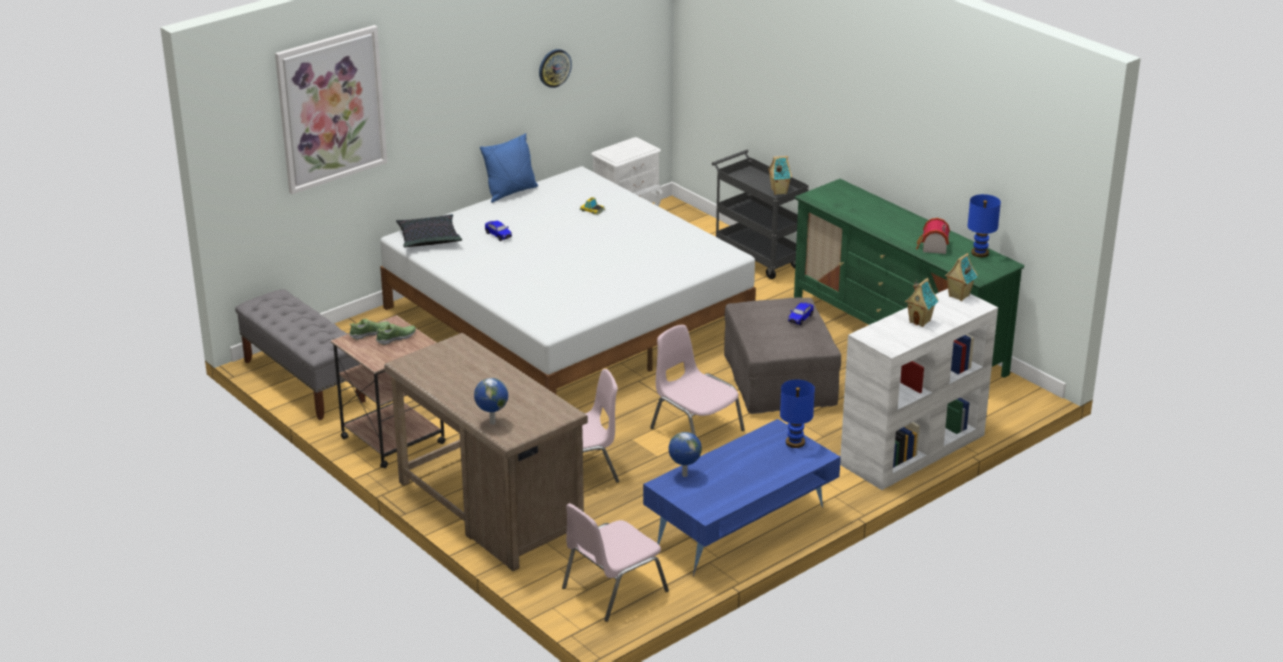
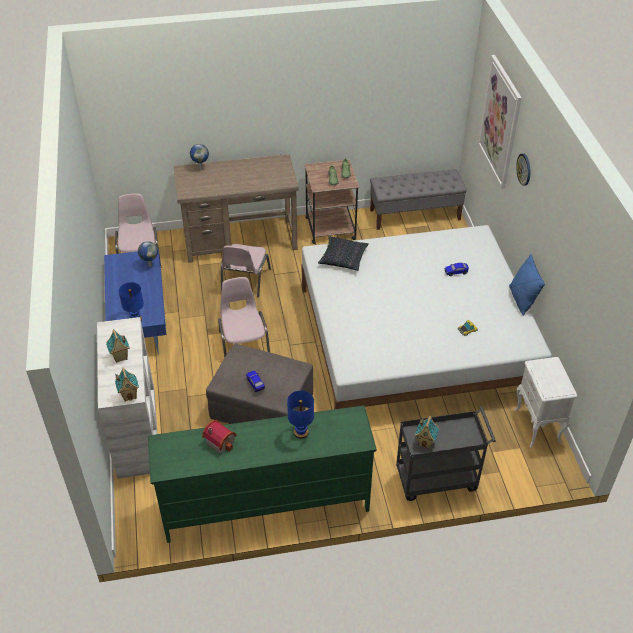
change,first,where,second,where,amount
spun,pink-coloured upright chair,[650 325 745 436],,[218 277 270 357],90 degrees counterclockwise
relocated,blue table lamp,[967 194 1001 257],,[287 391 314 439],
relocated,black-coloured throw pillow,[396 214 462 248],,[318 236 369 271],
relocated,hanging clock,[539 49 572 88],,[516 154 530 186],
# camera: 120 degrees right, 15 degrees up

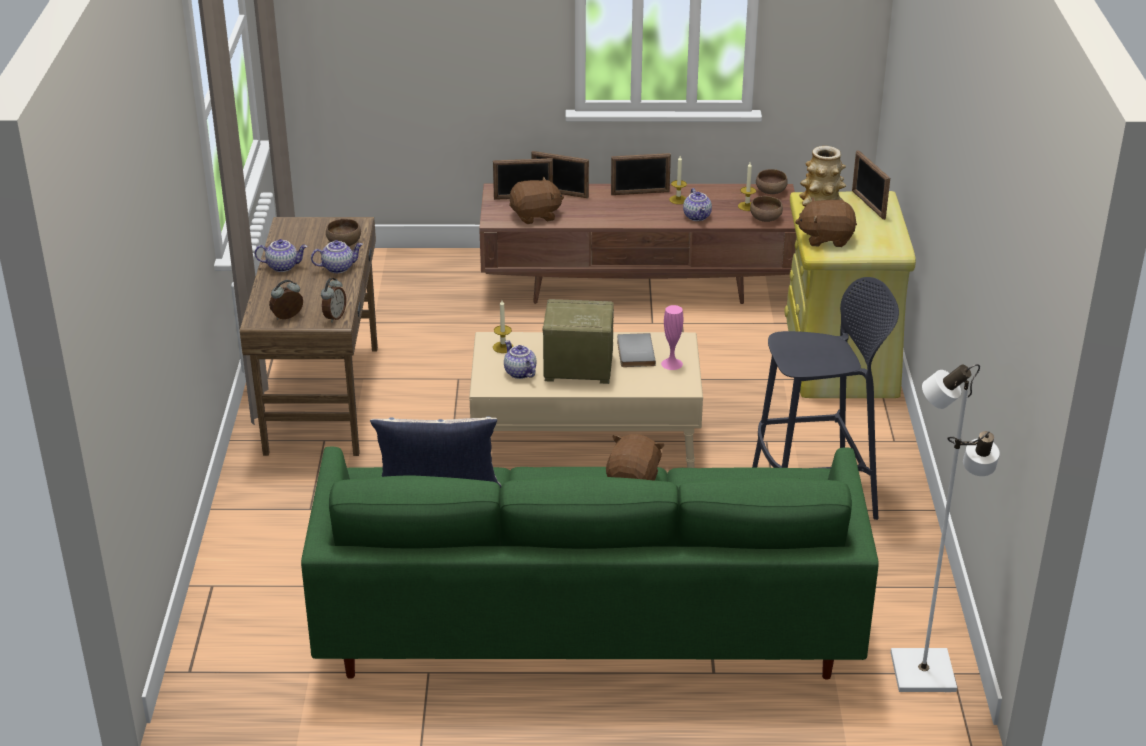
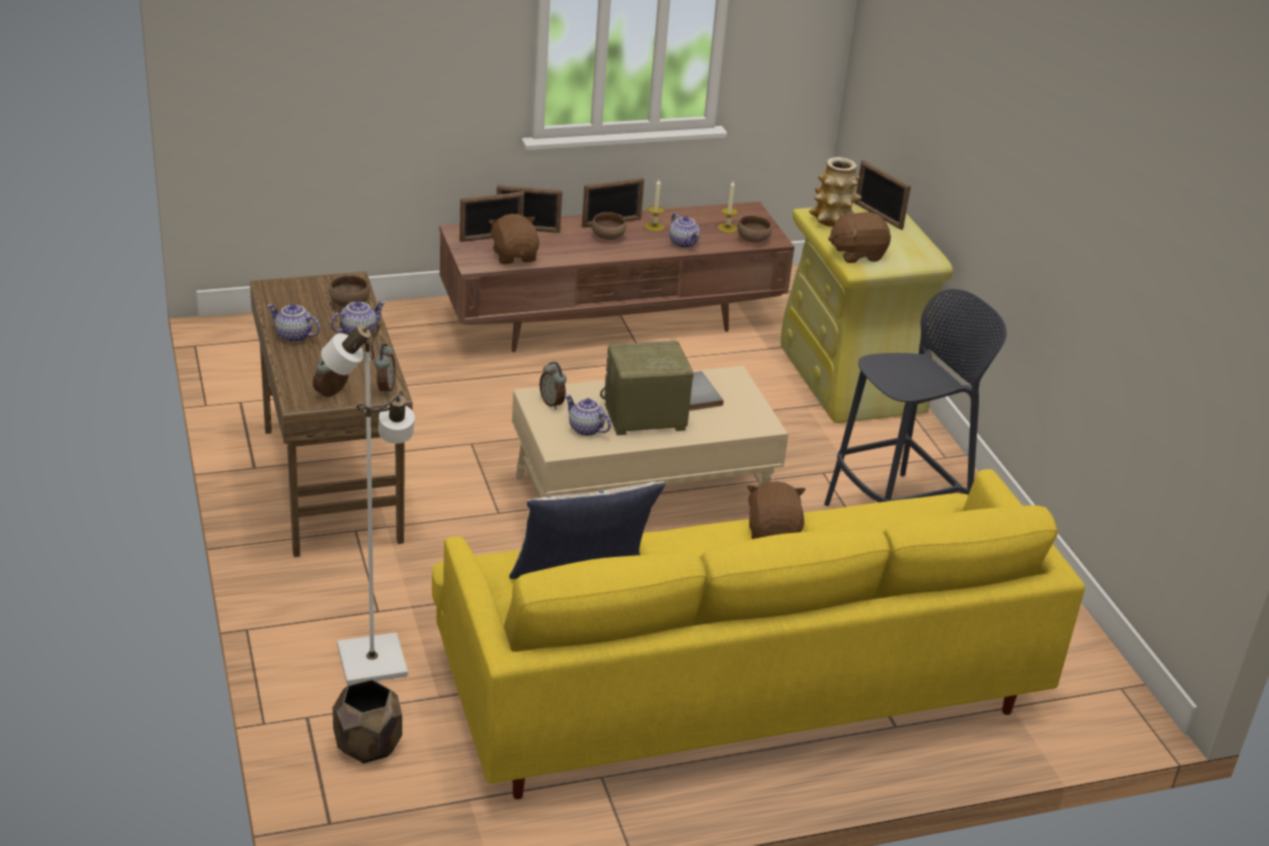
change,first,where,second,where,amount
spun,pot for tea,[255 239 308 272],,[267 304 320 342],135 degrees counterclockwise
relocated,white standard lamp,[891 364 1000 692],,[321 323 415 685],
appeared,,,brownish plant pot,[333 679 402 764],
colour,greenish sofa,[301 447 879 679],yellow-coloured sofa,[432 469 1085 799],
spun,brownish soft toy,[509 177 564 224],,[489 214 539 264],75 degrees counterclockwise
exchanged,wax candle,[493 300 513 353],alarm clock,[540 362 567 409],
relocated,brownish deep dish,[756 169 788 194],,[592 212 626 240],
missing,pink-coloured decorative vase,[661 305 683 370],,,
# camera: 20 degrees left, 0 degrees up

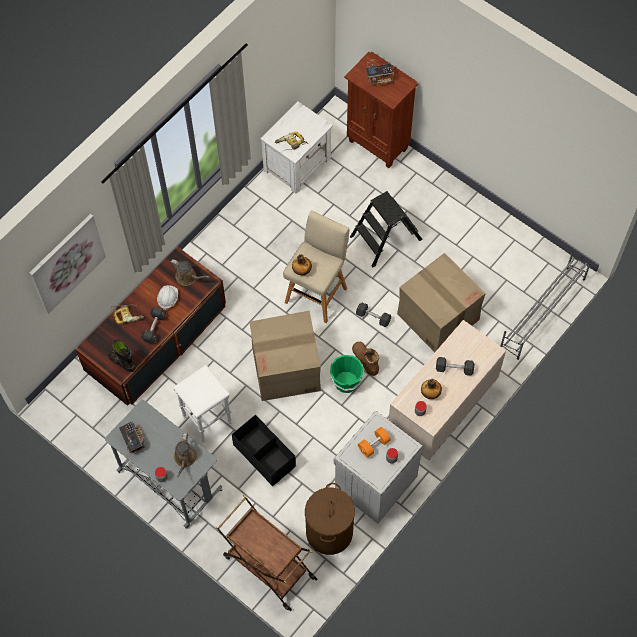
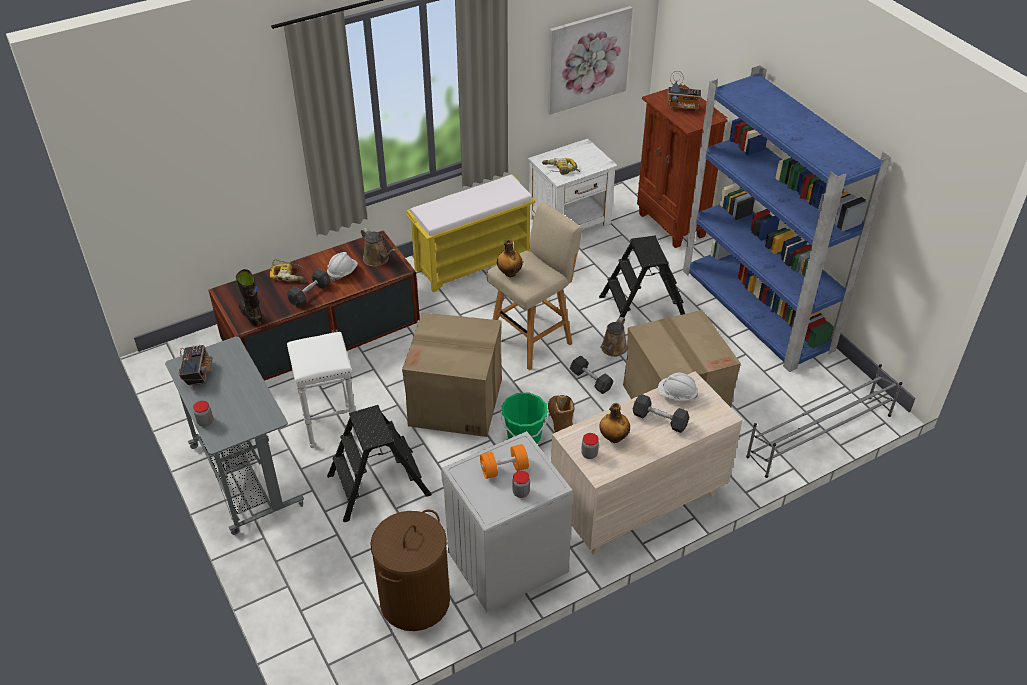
change,first,where,second,where,amount
exchanged,black-coloured storage box,[232 414 296 486],black-coloured step stool,[327 405 432 522],
appeared,,,yellow-coloured long seat,[406 175 536 292],
relocated,wall art,[29 214 106 314],,[548 6 633 115],
relocated,brownish watering pot,[174 433 197 478],,[600 317 628 357],
appeared,,,white hard hat,[658 373 698 401],
appeared,,,blue bookcase,[683 65 891 372],
missing,brownish cart,[215 495 317 611],,,
# camera: 20 degrees right, 20 degrees down

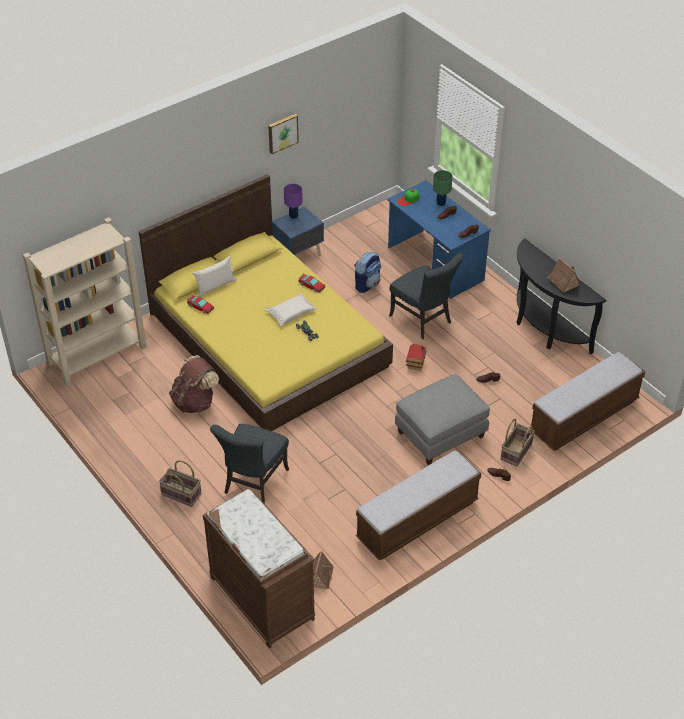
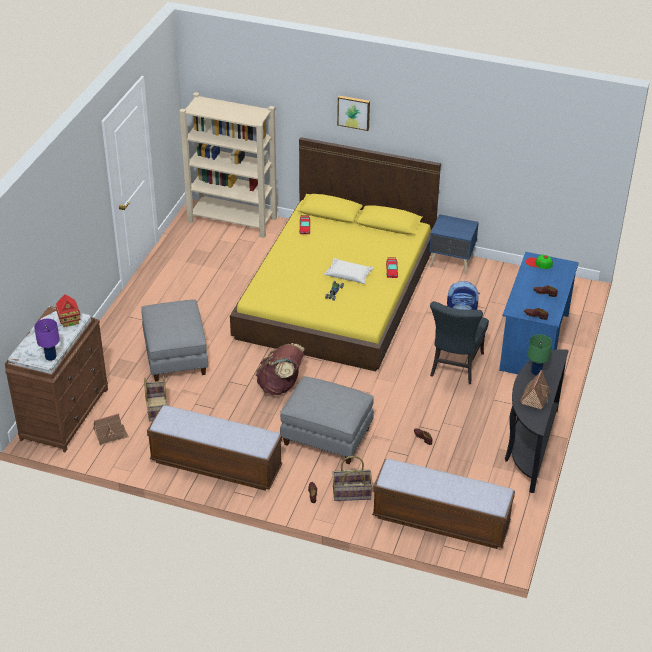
change,first,where,second,where,amount
relocated,purple-coloured table lamp,[284 184 302 219],,[34 319 60 361],
relocated,model house,[406 344 426 371],,[56 294 80 327],
exchanged,greyish upright chair,[210 424 289 504],greyish footrest,[141 299 208 382],
relocated,household basket,[159 460 202 507],,[144 376 167 421],
relocated,brownish knapsack,[169 355 219 413],,[256 343 305 395],
relocated,wall art,[268 114 299 154],,[337 96 370 131],
relocated,greenish table lamp,[433 170 452 206],,[528 334 552 375],
missing,white throw pillow,[192 256 236 297],,,
# camera: 55 degrees right, 5 degrees down

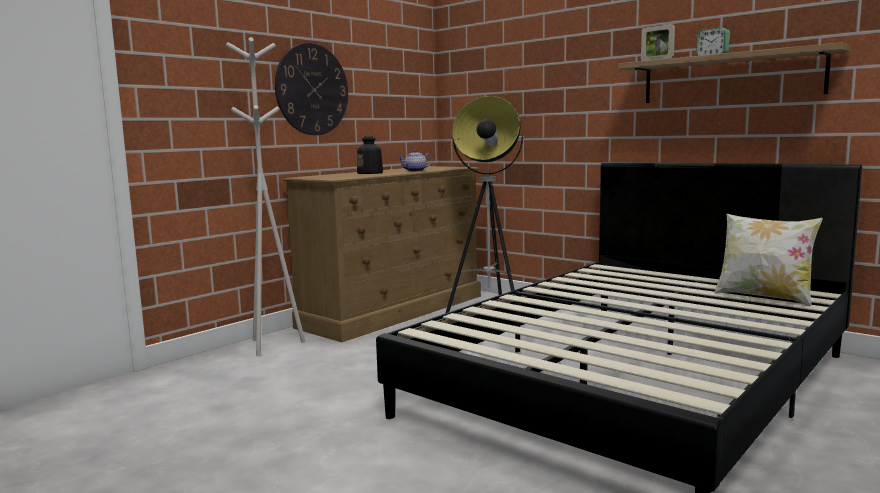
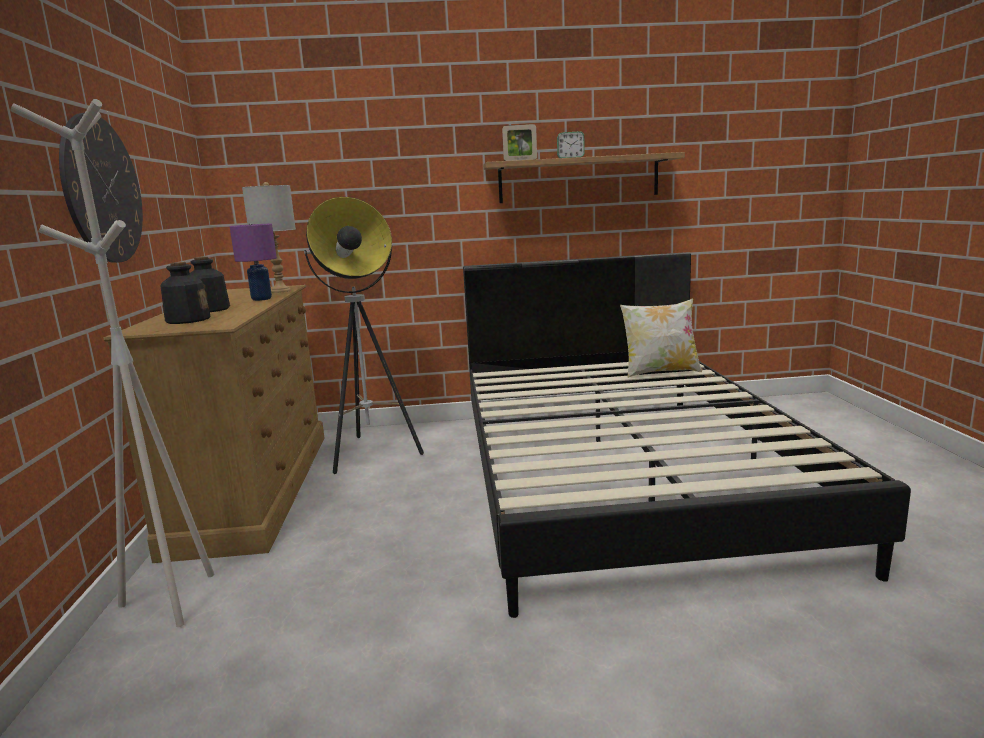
change,first,where,second,where,amount
appeared,,,drink bottle,[160 262 211 324],
exchanged,pot for tea,[398 150 433 172],purple-coloured table lamp,[230 223 277 301],
appeared,,,greyish table lamp,[242 182 296 293],
# camera: 45 degrees left, 5 degrees up

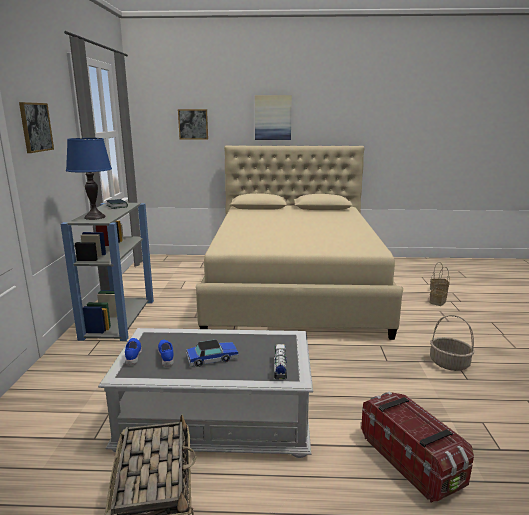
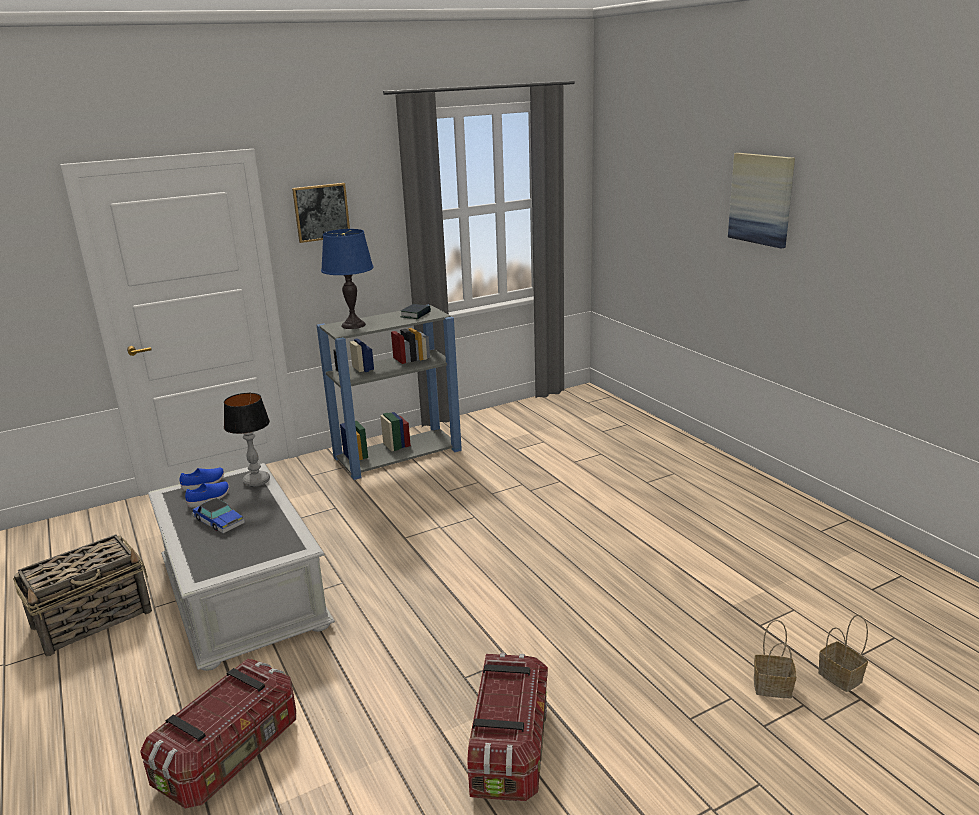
change,first,where,second,where,amount
appeared,,,table lamp,[224 393 270 487],
exchanged,household basket,[430 315 474 371],storage box,[467 653 548 801],
missing,wall art,[178 109 208 140],,,
missing,sand-coloured sleeping bed,[196 145 403 340],,,
missing,model truck,[274 344 287 379],,,
# camera: 60 degrees right, 5 degrees up

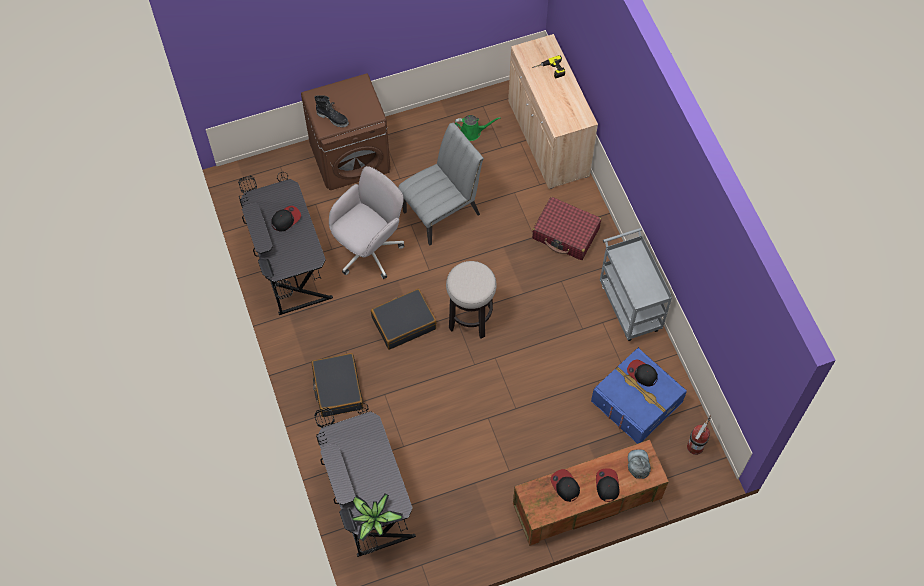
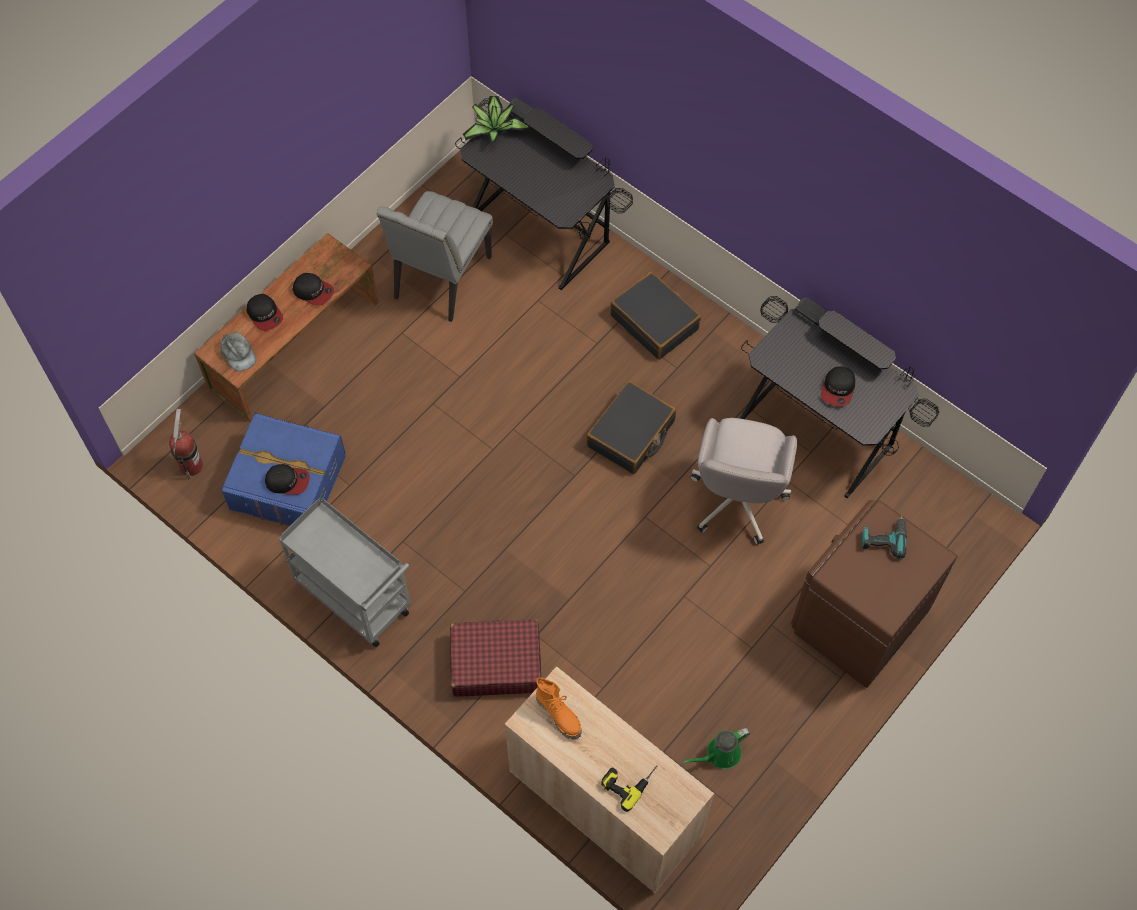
change,first,where,second,where,amount
relocated,greyish upright chair,[398 123 484 245],,[377 191 493 322],
appeared,,,orange high-top boot,[536 678 582 740],
exchanged,black-coloured high-top boot,[314 95 349 128],power drill,[862 516 907 558],
missing,stool seat,[446 261 497 339],,,
# camera: 150 degrees right, 0 degrees up

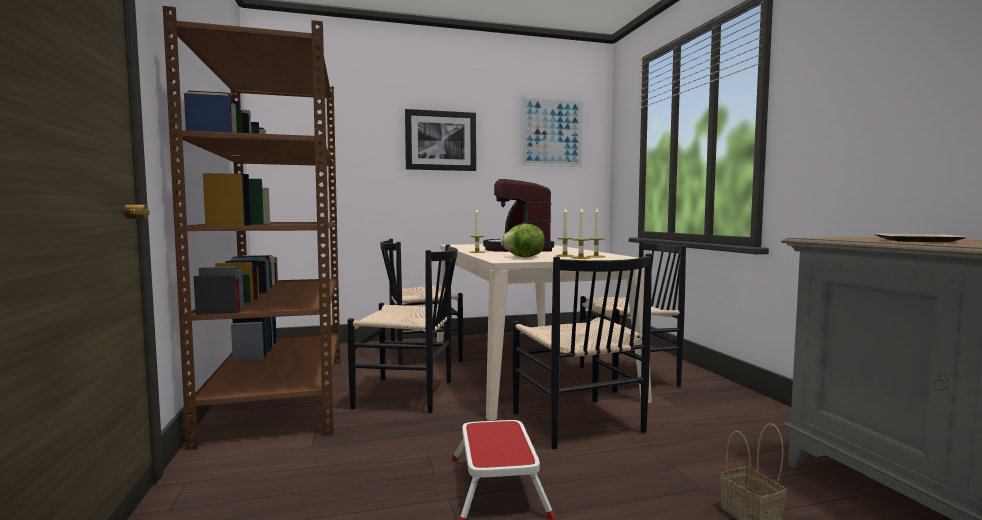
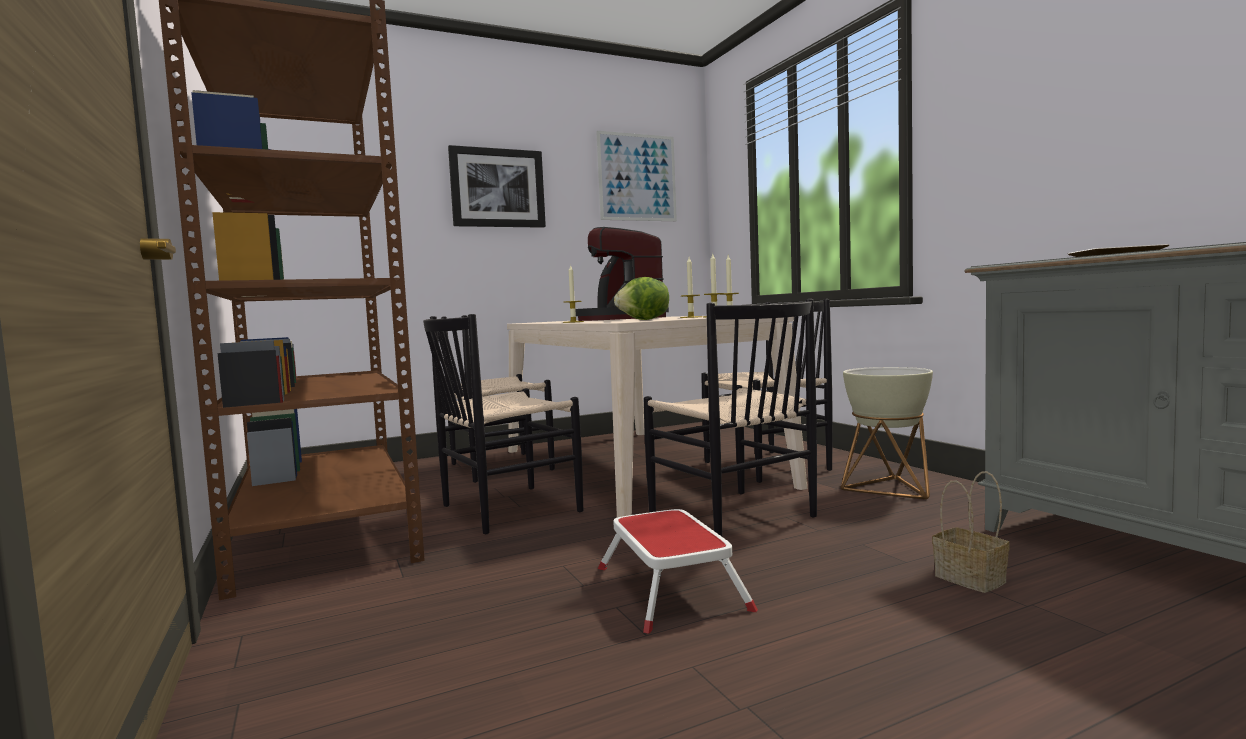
change,first,where,second,where,amount
spun,black-coloured upright chair,[348 245 458 413],,[423 314 583 534],150 degrees clockwise
appeared,,,plant pot,[840 367 933 500],
# camera: 10 degrees left, 0 degrees up

